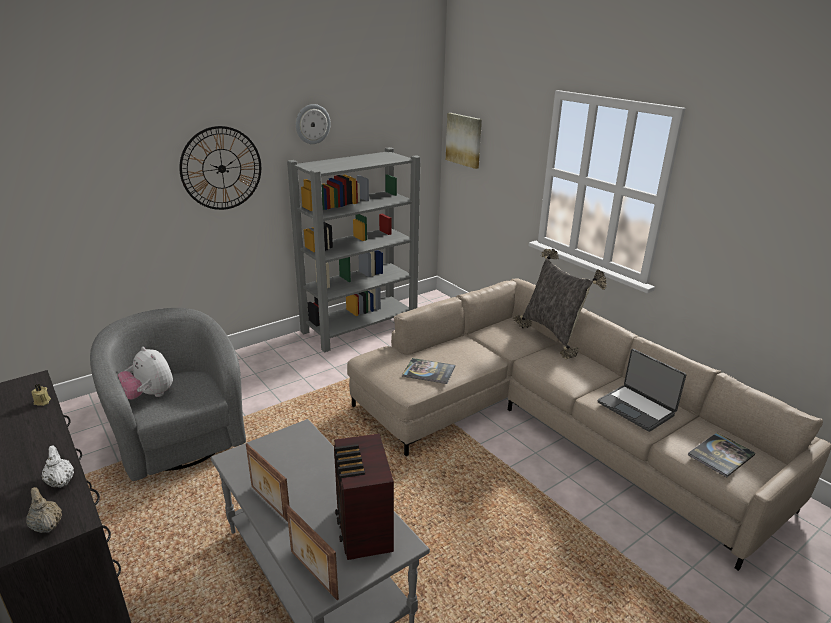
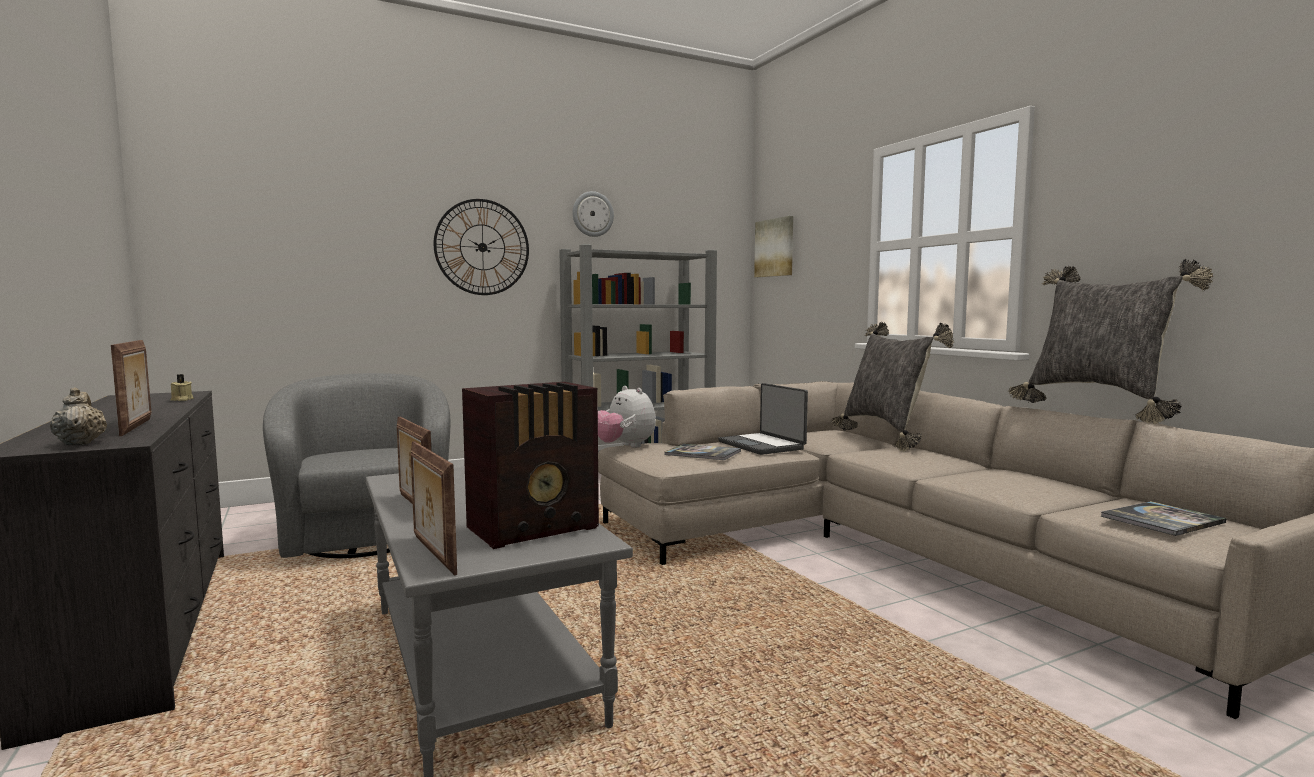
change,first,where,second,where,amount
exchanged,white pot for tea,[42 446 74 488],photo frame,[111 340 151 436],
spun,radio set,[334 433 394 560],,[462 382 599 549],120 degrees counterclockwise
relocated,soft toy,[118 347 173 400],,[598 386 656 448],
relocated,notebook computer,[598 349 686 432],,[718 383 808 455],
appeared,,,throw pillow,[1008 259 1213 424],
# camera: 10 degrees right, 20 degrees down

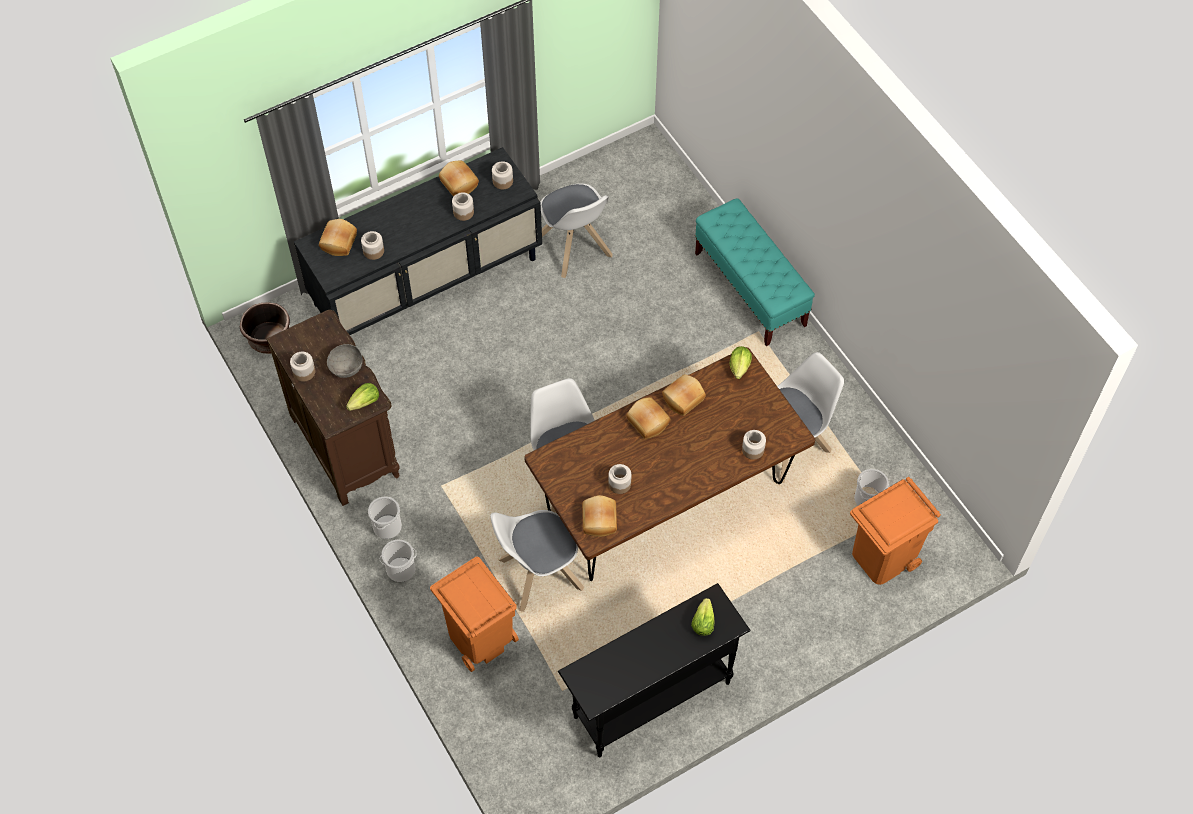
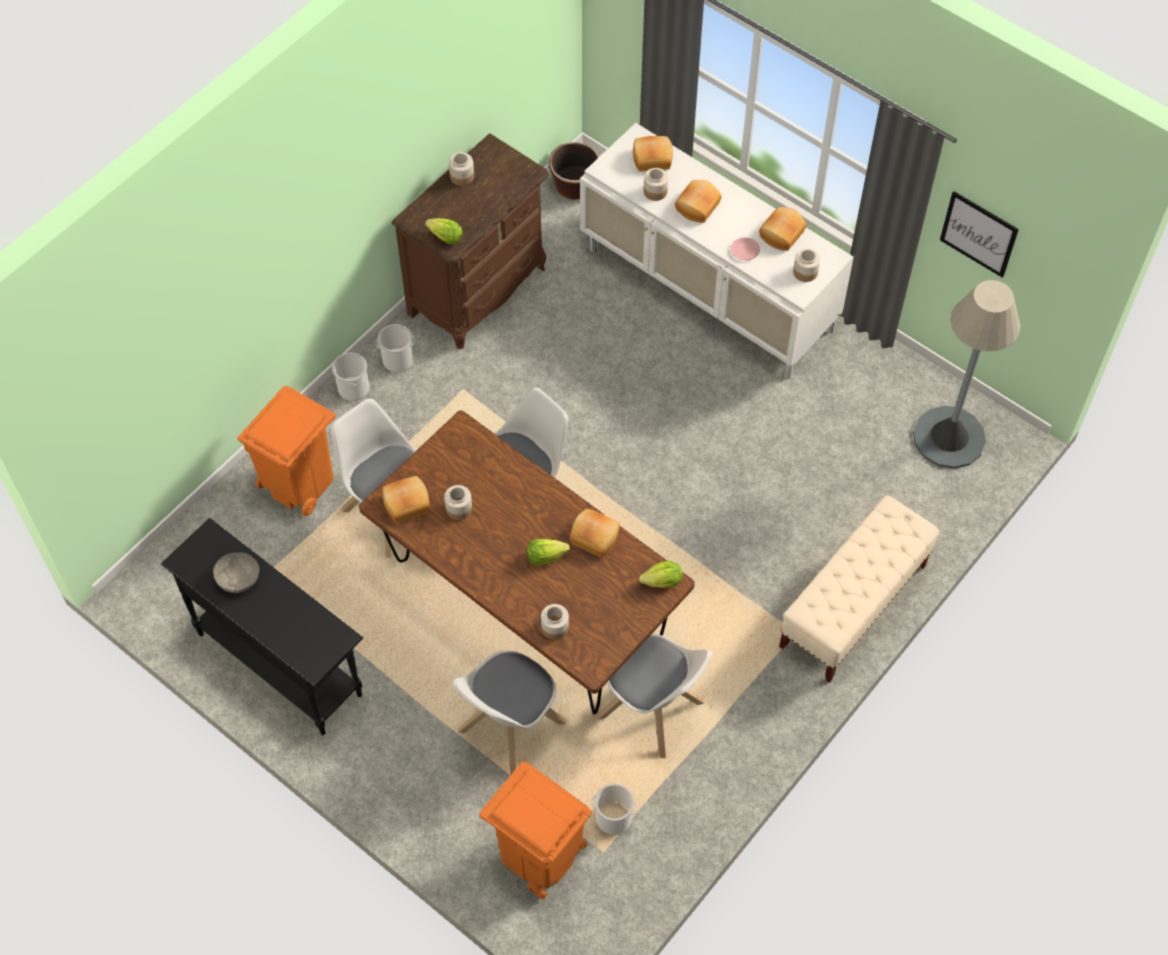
change,first,where,second,where,amount
relocated,greyish deep dish,[327 344 363 378],,[213 552 259 593],
relocated,upright chair,[540 183 613 278],,[452 651 567 775],
relocated,head of lettuce,[691 598 715 636],,[527 539 570 565],
colour,black-coloured cupboard,[294 147 542 335],white cupboard,[580 123 854 379],
relocated,bread,[626 397 670 439],,[675 180 722 223],
exchanged,storage jar,[452 192 474 221],pink-coloured flat dish,[731 237 760 260],
colour,blue-green long seat,[695 198 815 346],sand-coloured long seat,[779 495 939 683],
appeared,,,greyish standard lamp,[913 280 1021 469],
appeared,,,wall art,[940 191 1019 278],
# camera: 70 degrees right, 0 degrees up

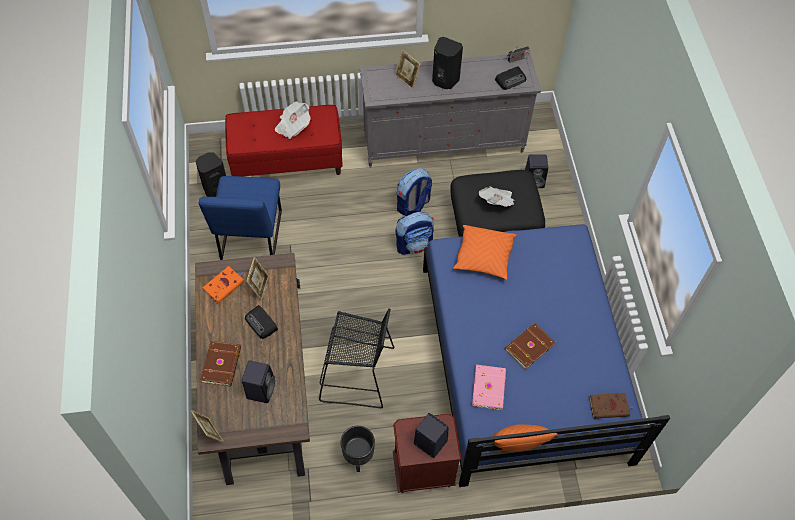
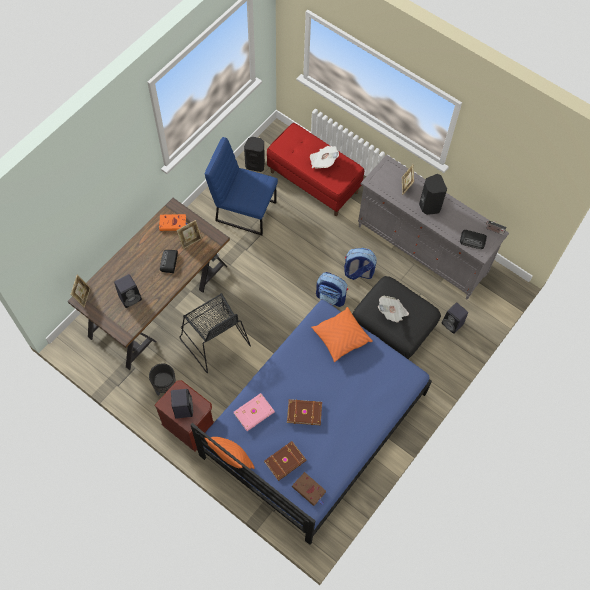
change,first,where,second,where,amount
spun,blue upright chair,[199 176 282 260],,[205 137 278 235],60 degrees clockwise
relocated,brownish volume,[200 341 241 386],,[265 441 307 481],
# camera: 45 degrees right, 5 degrees up

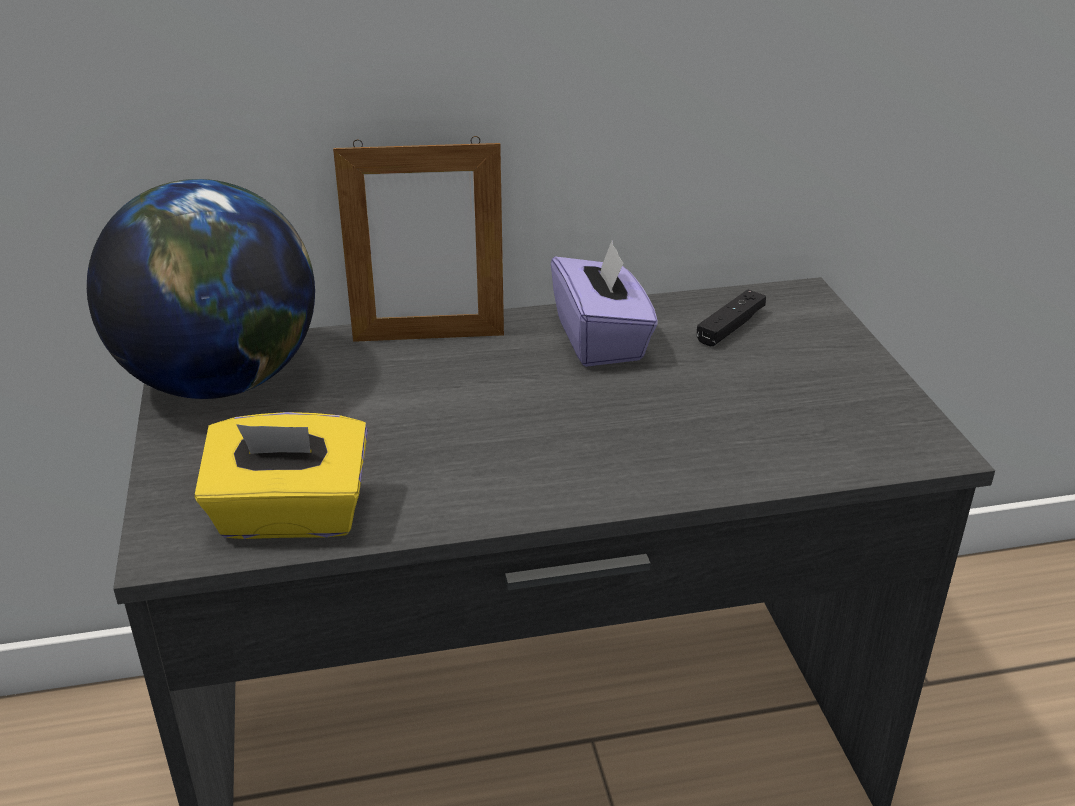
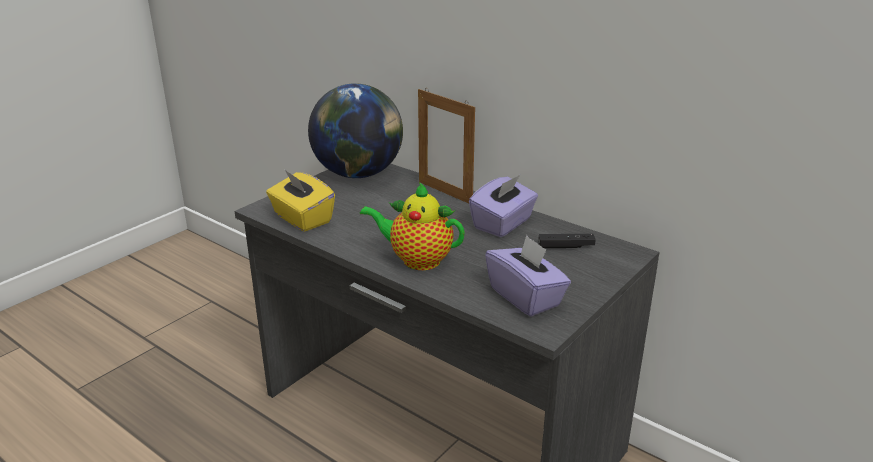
change,first,where,second,where,amount
appeared,,,pot for tea,[360 182 465 270],
appeared,,,purple-coloured tissue box,[485 235 571 317],
# camera: 50 degrees right, 5 degrees down

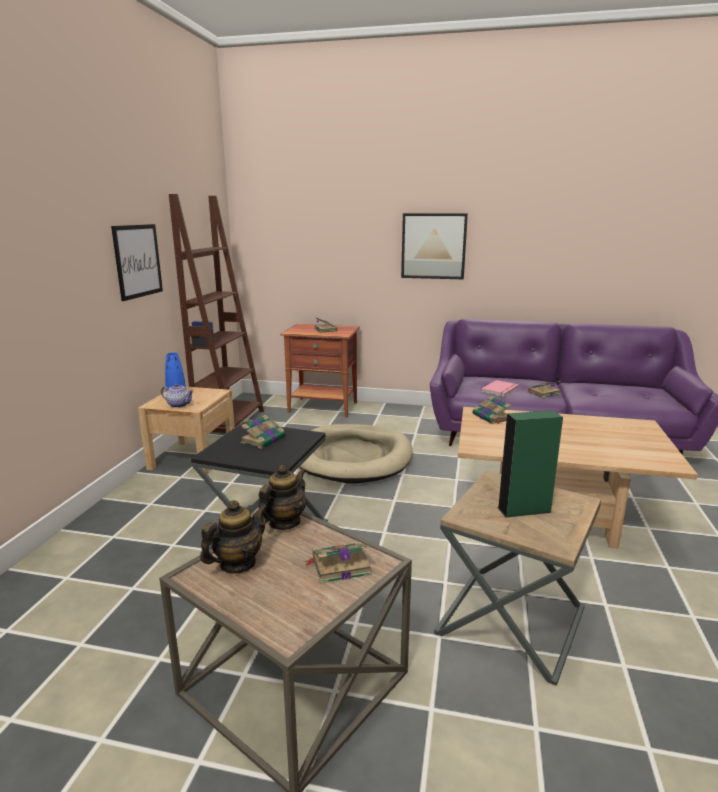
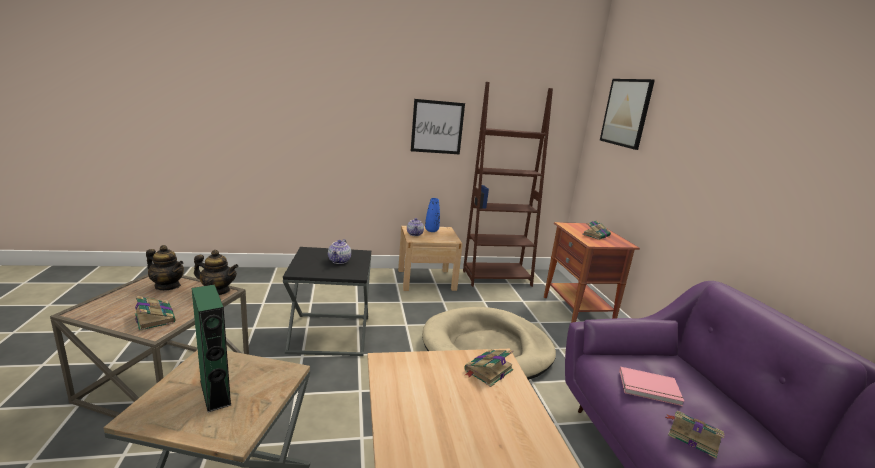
change,first,where,second,where,amount
exchanged,volume,[241 415 286 449],pot for tea,[328 239 351 264],
relocated,wall art,[401 213 468 279],,[600 79 655 150],
# camera: 65 degrees right, 0 degrees up

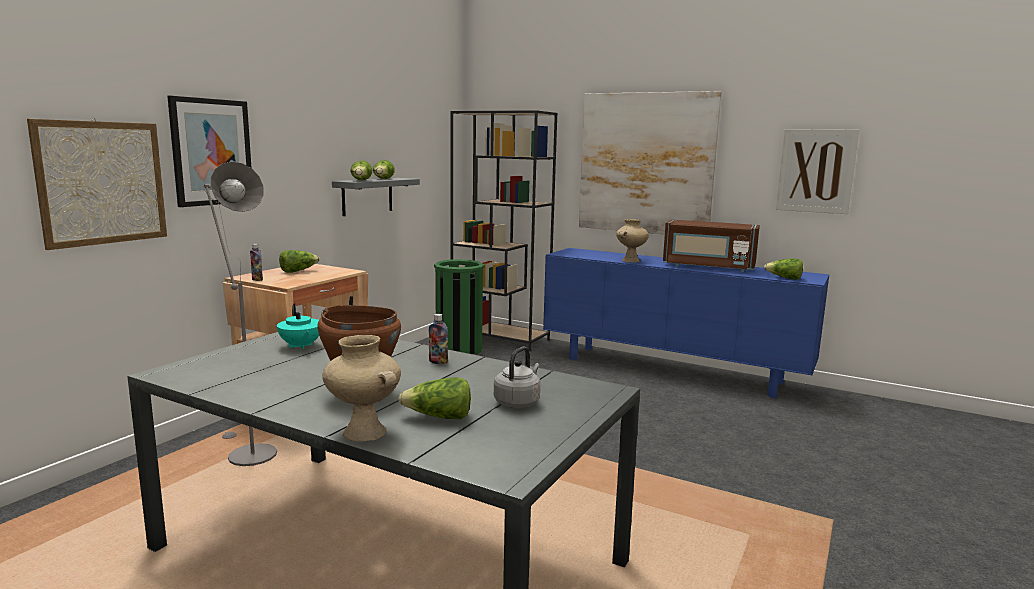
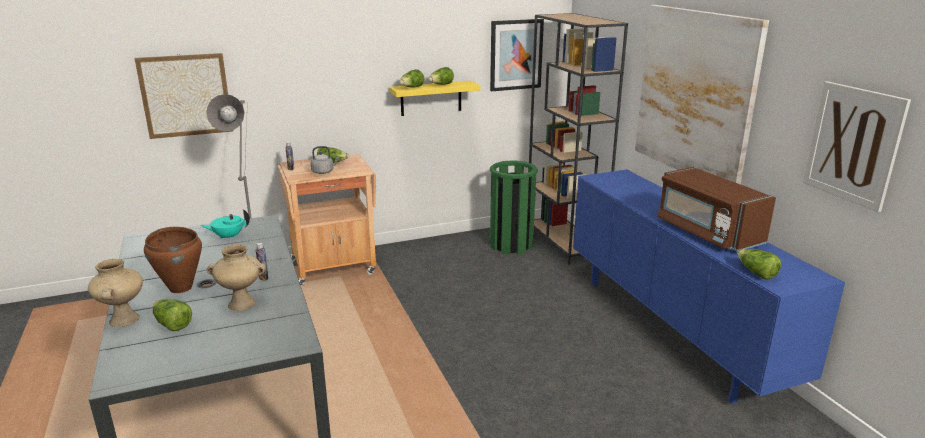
change,first,where,second,where,amount
spun,blue-green pot for tea,[277 304 319 349],,[201 210 250 240],60 degrees clockwise
relocated,sand-coloured decorative vase,[616 219 649 263],,[207 245 266 311],
relocated,greyish tea kettle,[494 347 540 408],,[311 146 339 174],
colour,greyish wall shelf,[332 178 420 216],yellow-coloured wall shelf,[389 81 480 116],
relocated,wall art,[167 96 252 207],,[490 19 544 91],
# camera: 40 degrees right, 10 degrees up

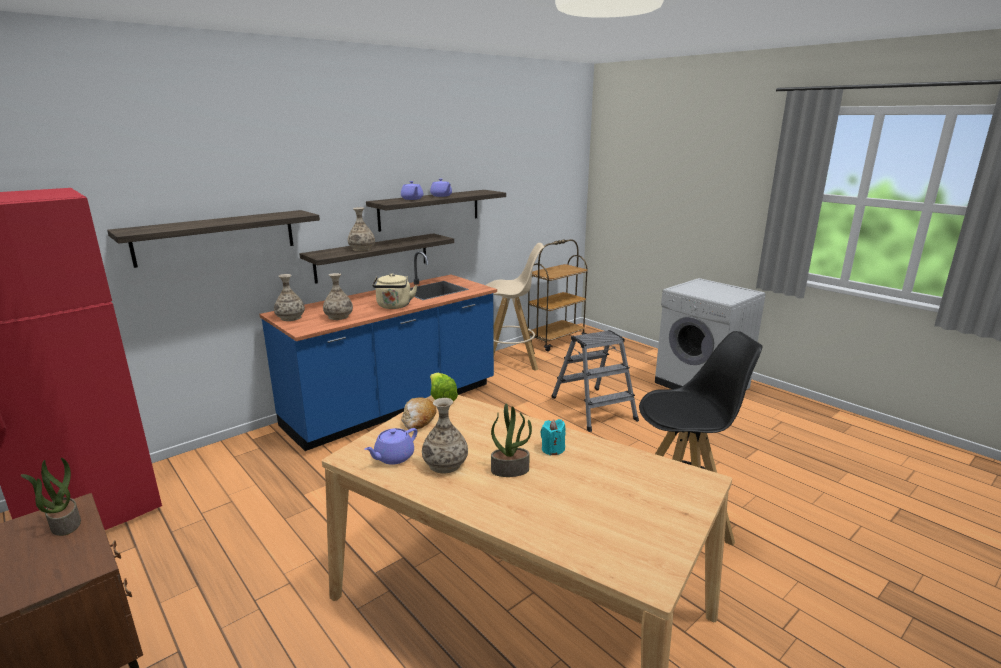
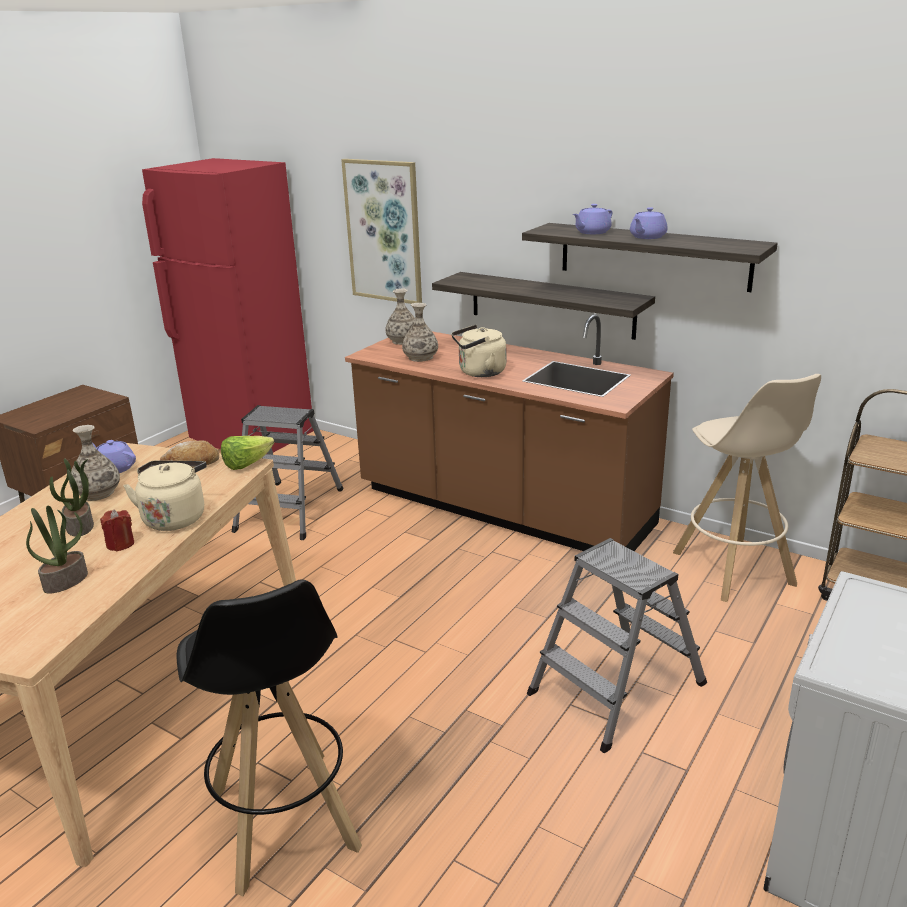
change,first,where,second,where,amount
relocated,potted plant,[20 458 81 536],,[26 506 88 594],
colour,blue-green wax candle,[540 419 565 456],reddish wax candle,[100 509 134 551],
appeared,,,sand-coloured tea kettle,[123 460 207 531],
appeared,,,greyish step stool,[232 405 344 540],
exchanged,wall shelf,[107 210 320 268],wall art,[341 159 422 304],
colour,blue counter,[259 251 497 451],brownish counter,[345 314 674 551],
missing,decorative vase,[348 207 375 251],,,
# camera: 75 degrees right, 5 degrees up

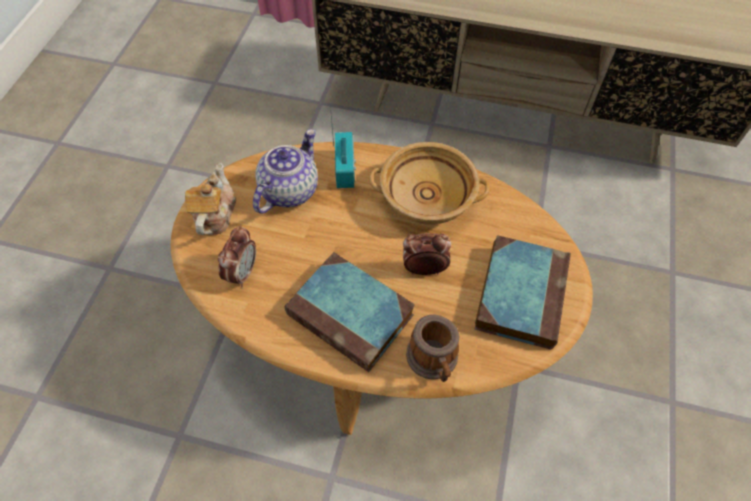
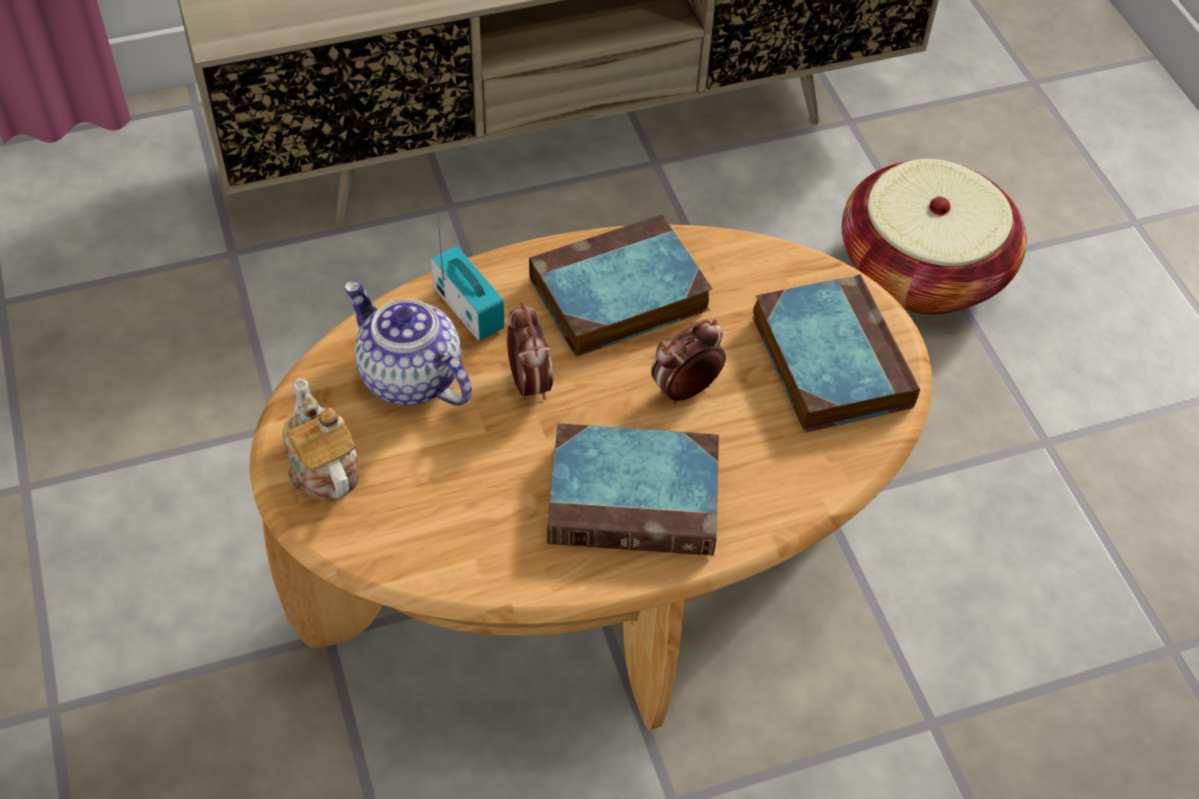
change,first,where,second,where,amount
spun,pot for tea,[253 129 318 214],,[344 281 472 406],45 degrees counterclockwise
relocated,alarm clock,[218 226 256 287],,[507 302 553 401],
exchanged,sand-coloured deep dish,[369 142 490 224],volume,[529 214 712 357],
appeared,,,household basket,[842 159 1027 315],
missing,coffee mug,[406 314 459 382],,,
# camera: 35 degrees left, 5 degrees down

